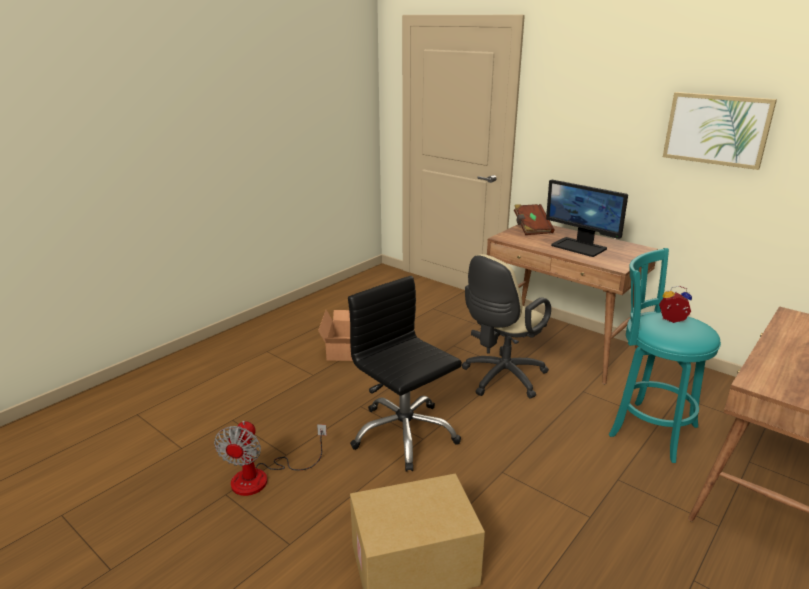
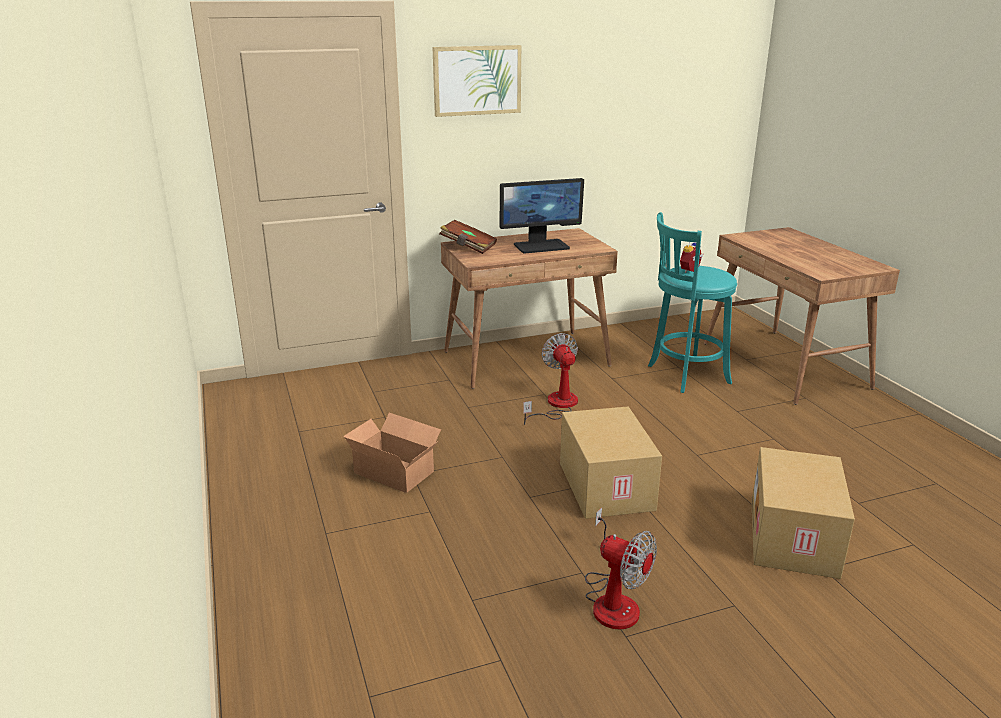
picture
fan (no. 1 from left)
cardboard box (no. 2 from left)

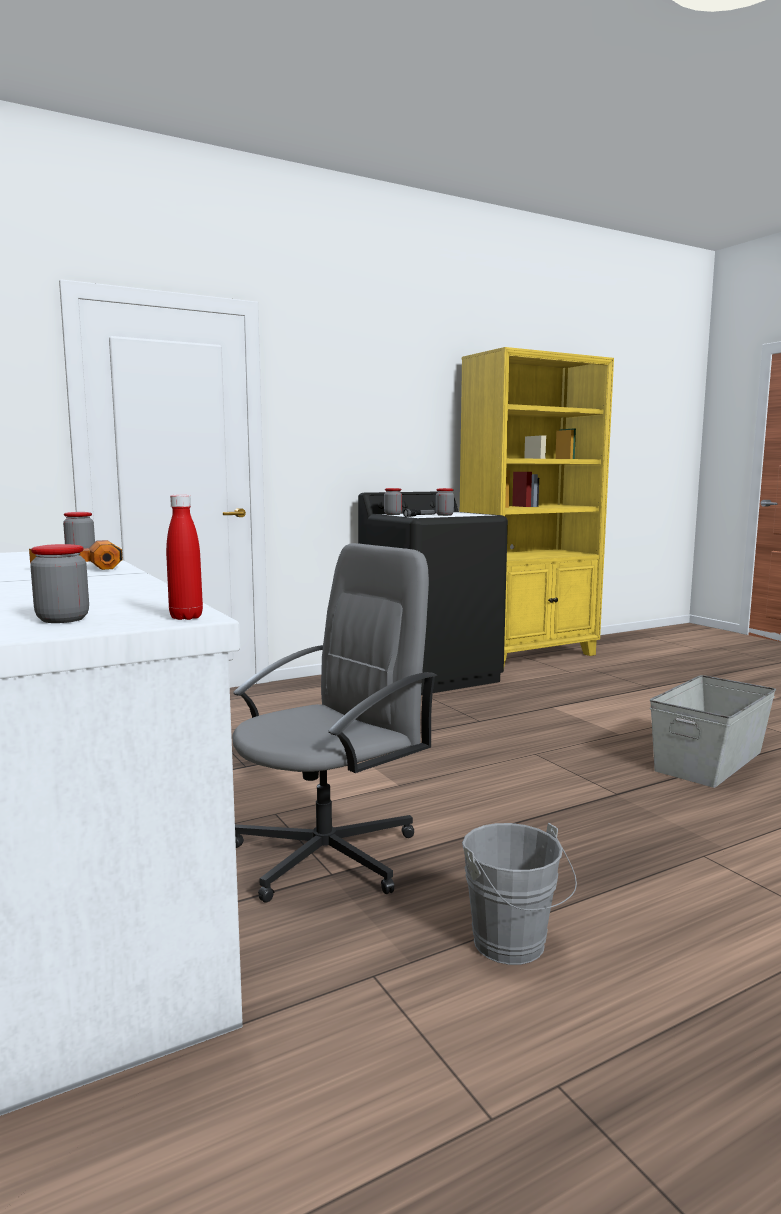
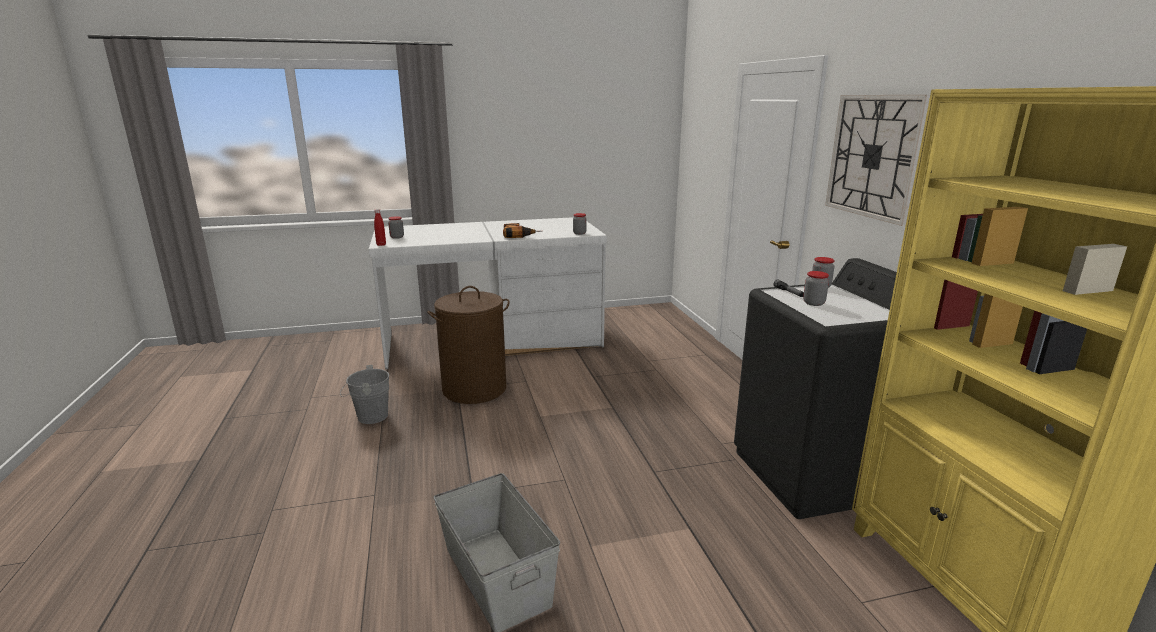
laundry basket in brown
wall clock

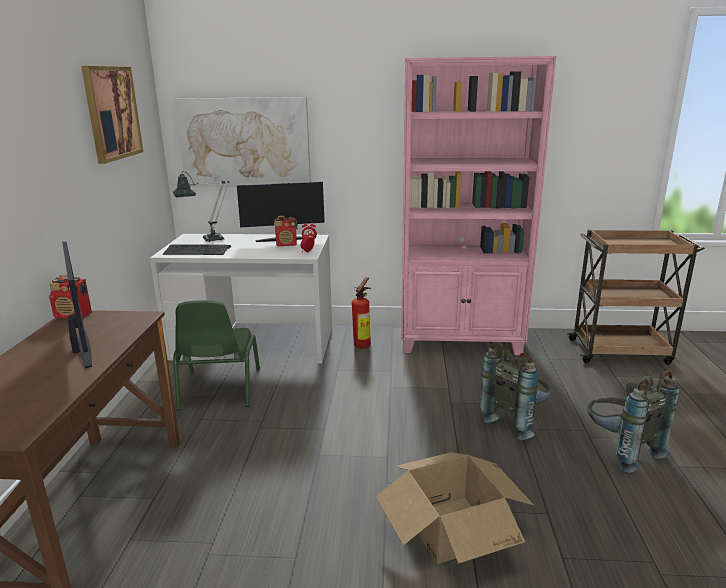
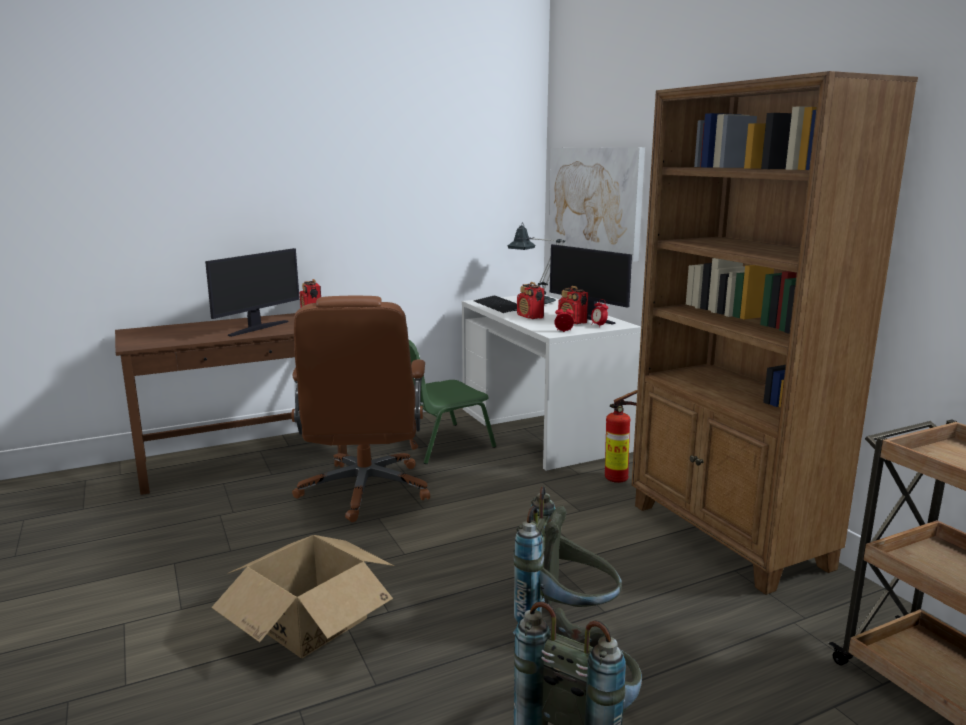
office chair in brown
radio (no. 2 from left)
bookcase in brown
picture (no. 1 from left in the first image)

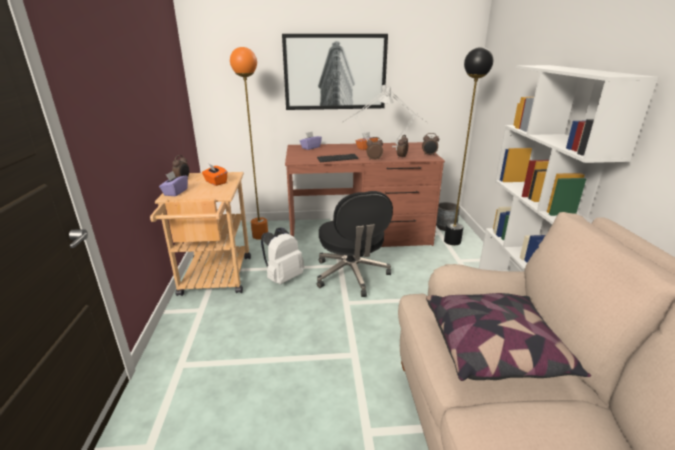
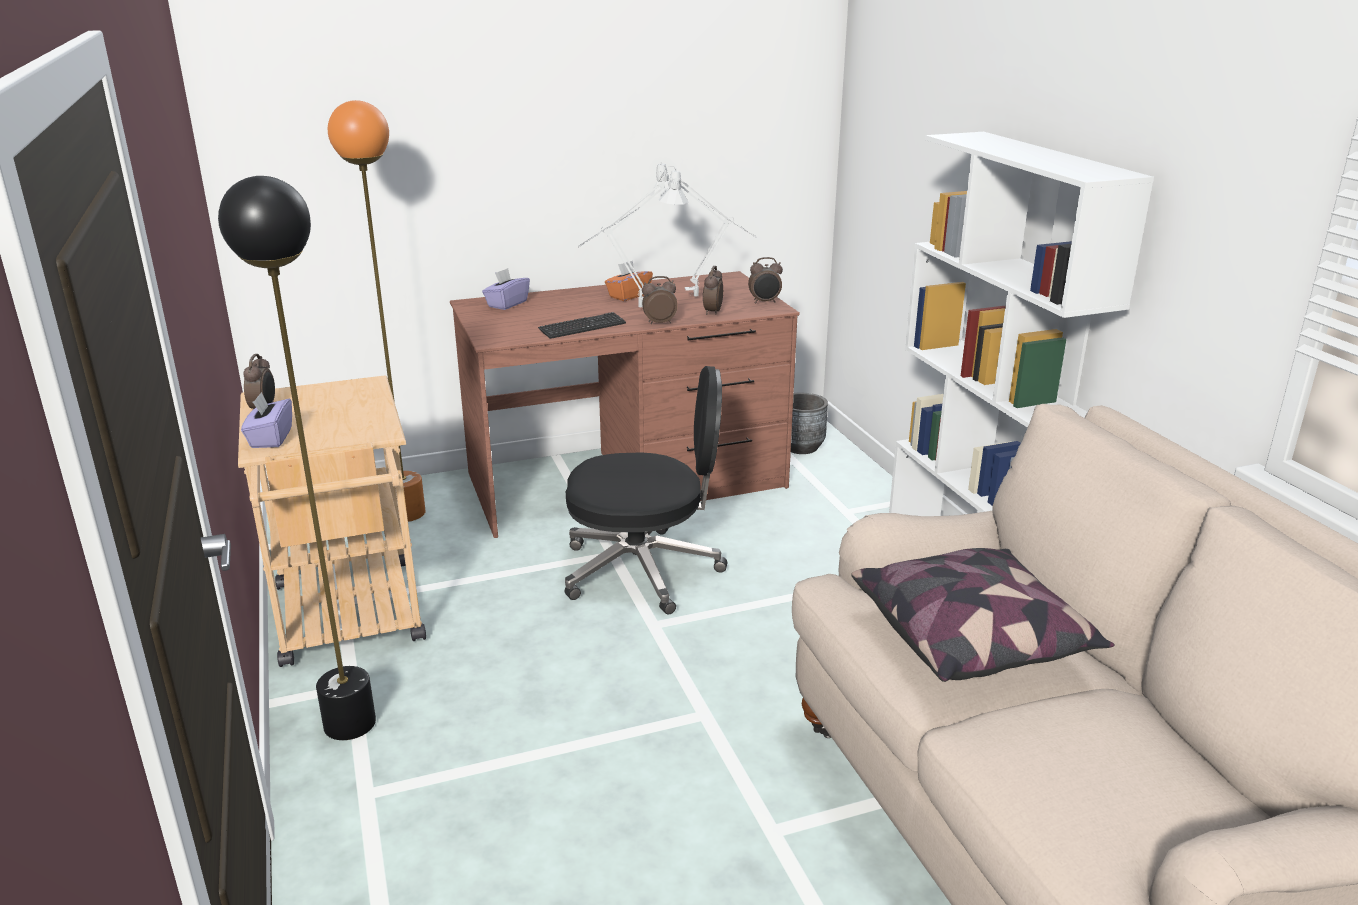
floor lamp in black
office chair in black
tissue box in orange (no. 1 from left in the first image)
backpack in white
picture

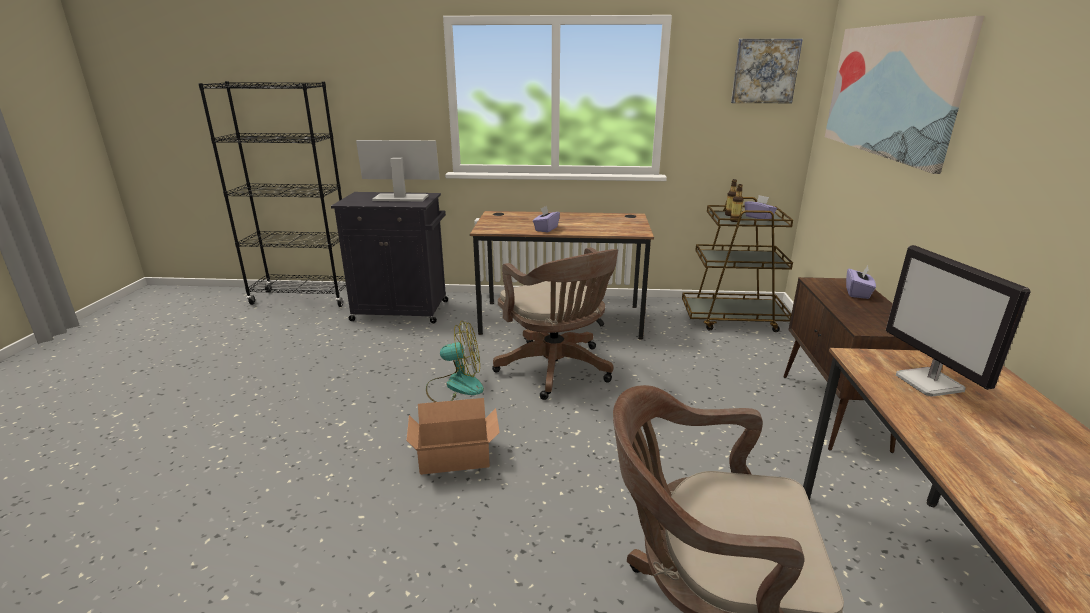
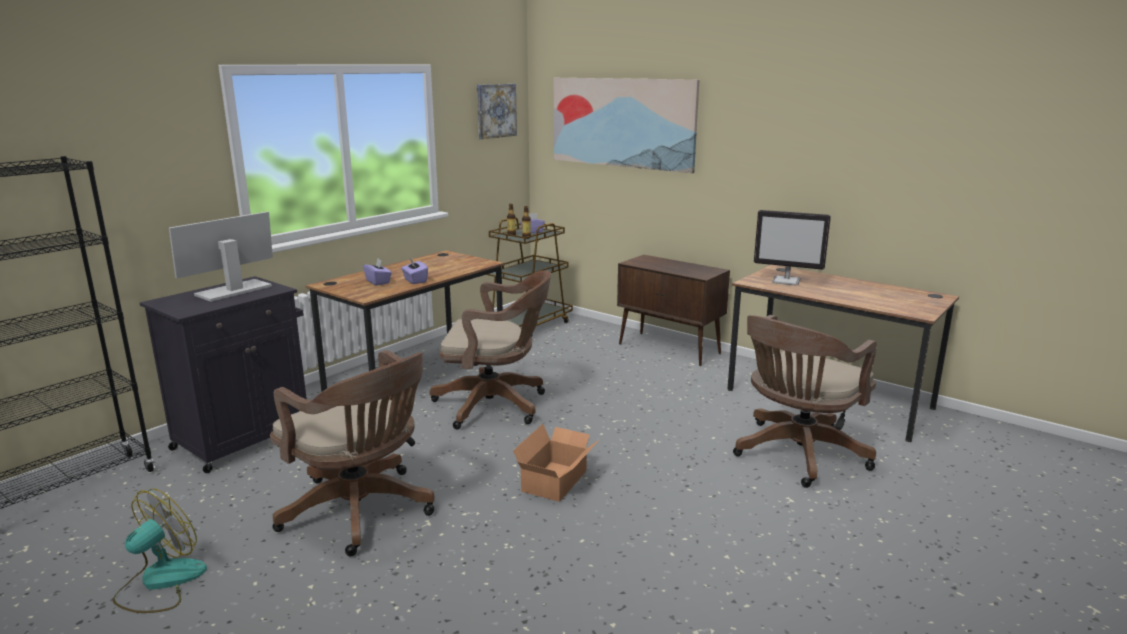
fan
office chair in brown (no. 1 from left)
tissue box in purple (no. 1 from left)

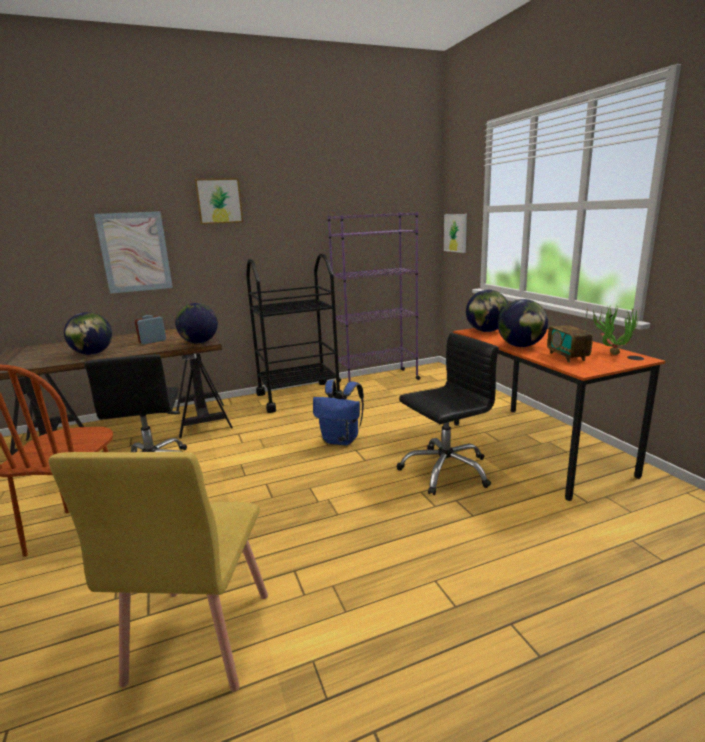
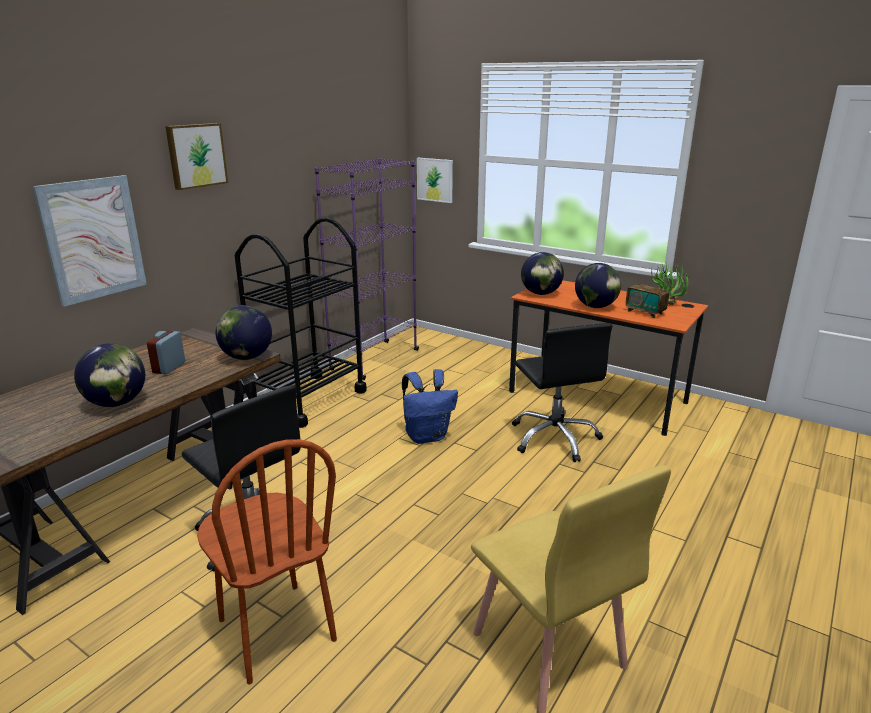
office chair in black (no. 2 from left)

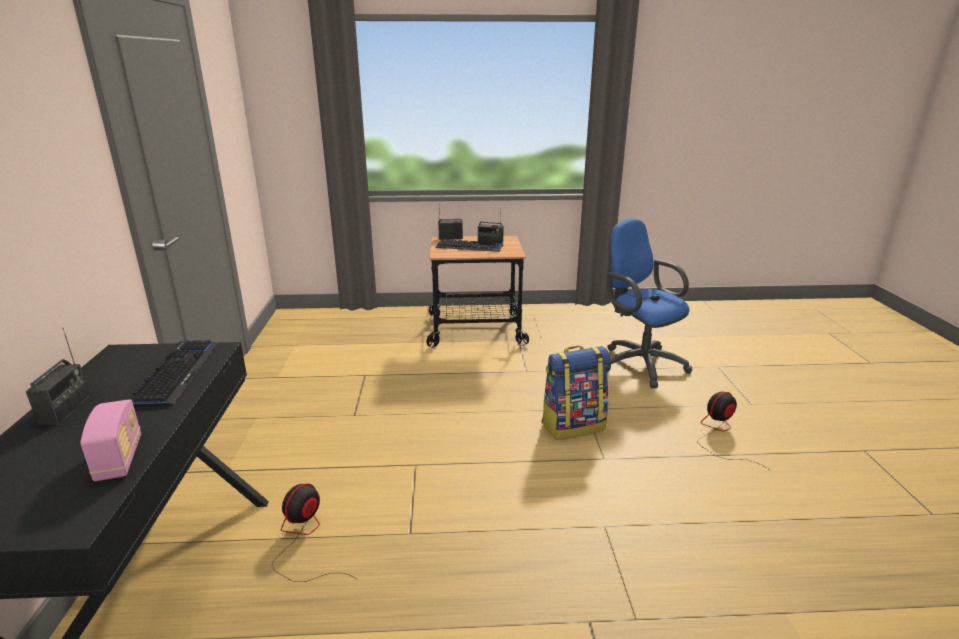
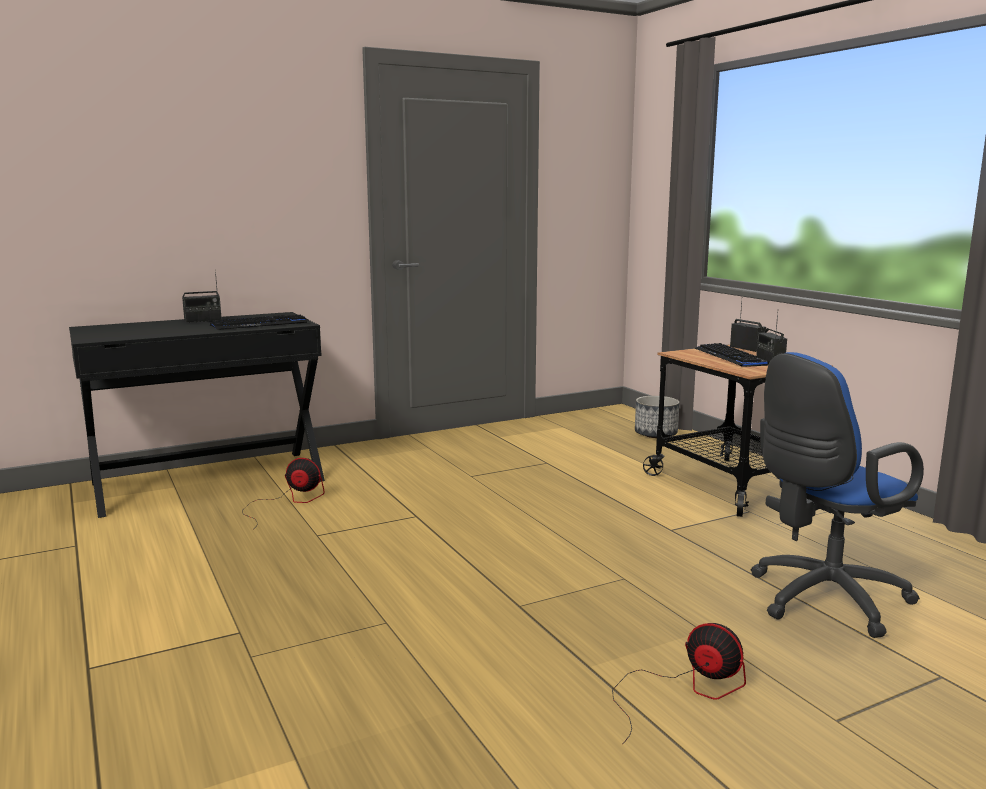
planter
office chair in blue
radio (no. 2 from left in the first image)
backpack

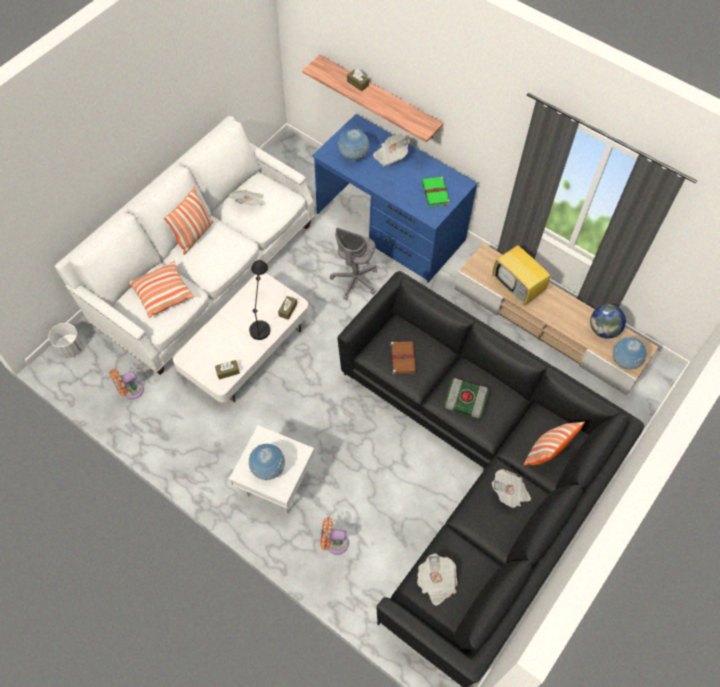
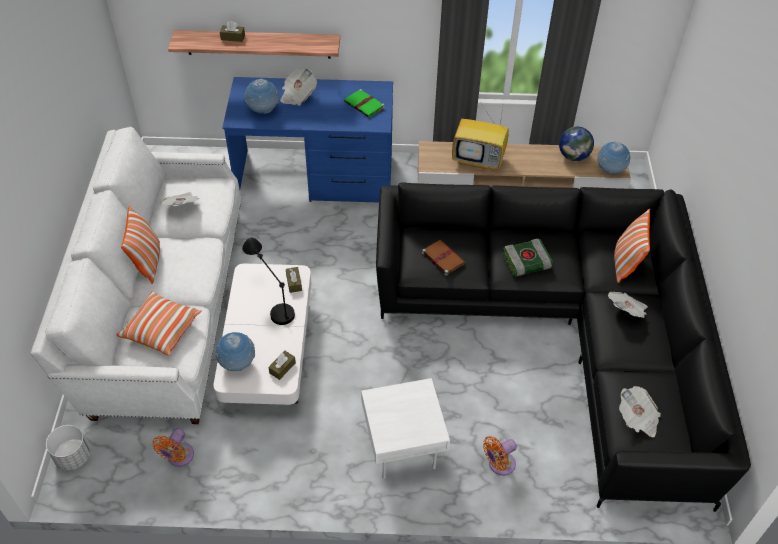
globe (no. 1 from left)
office chair in grey

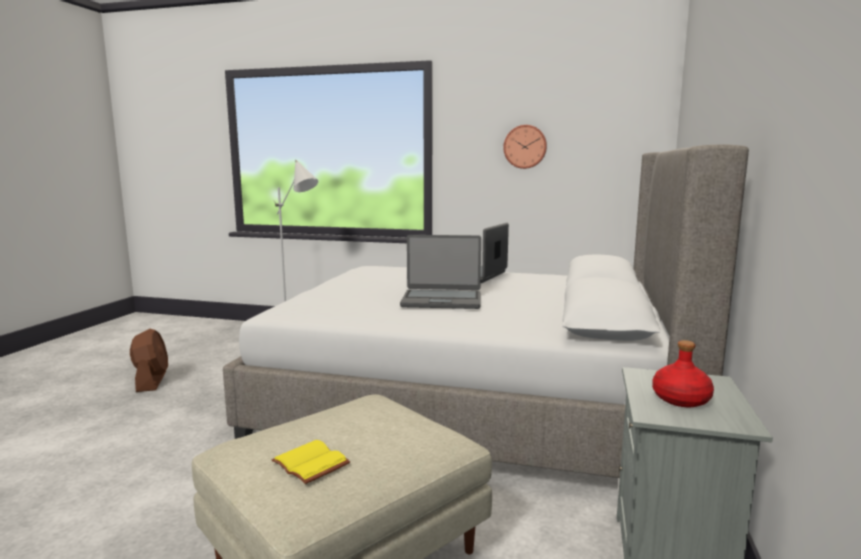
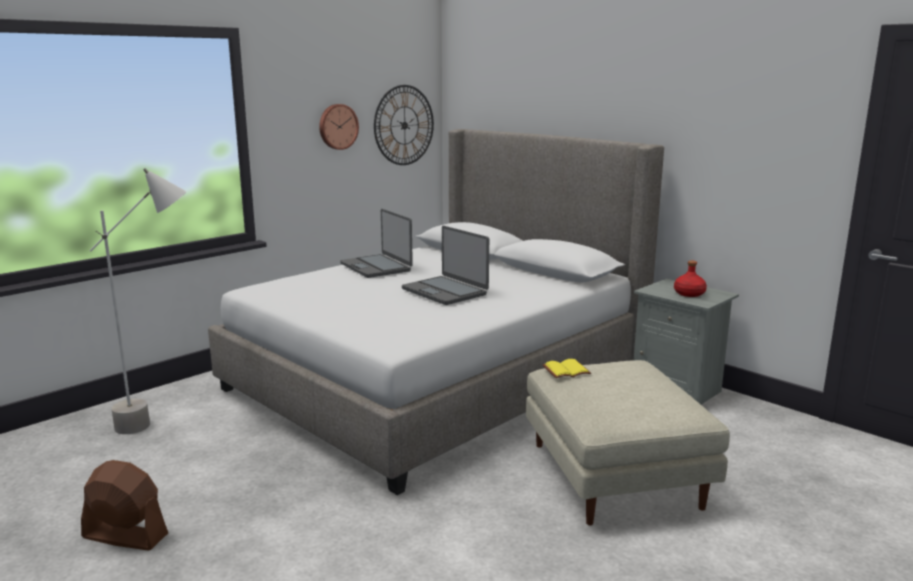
wall clock (no. 2 from left)
laptop (no. 2 from left)
book in yellow

